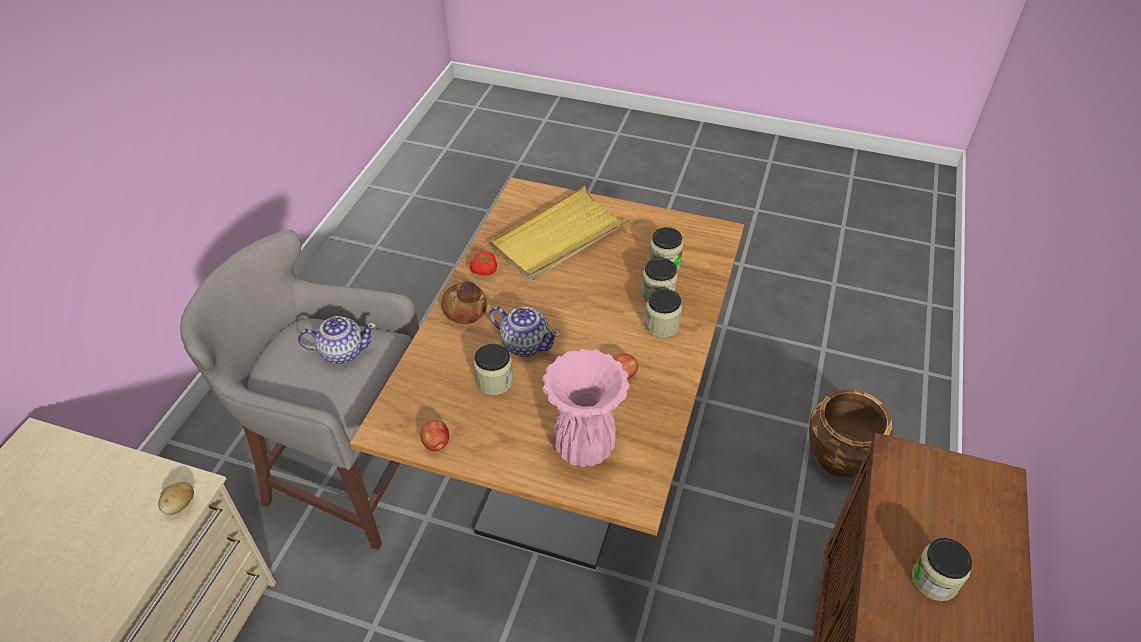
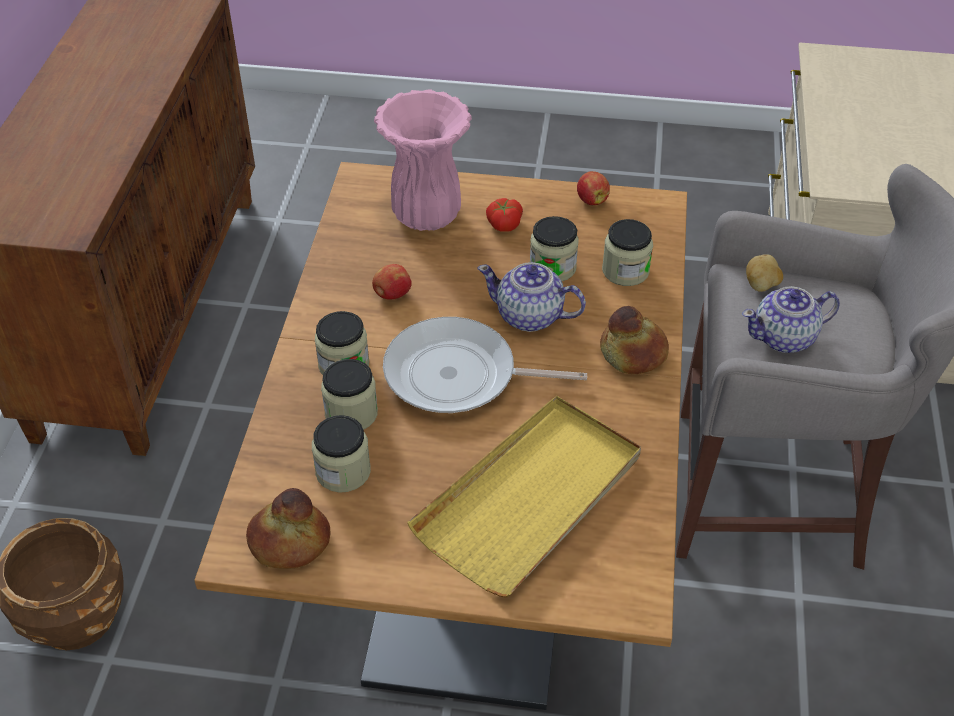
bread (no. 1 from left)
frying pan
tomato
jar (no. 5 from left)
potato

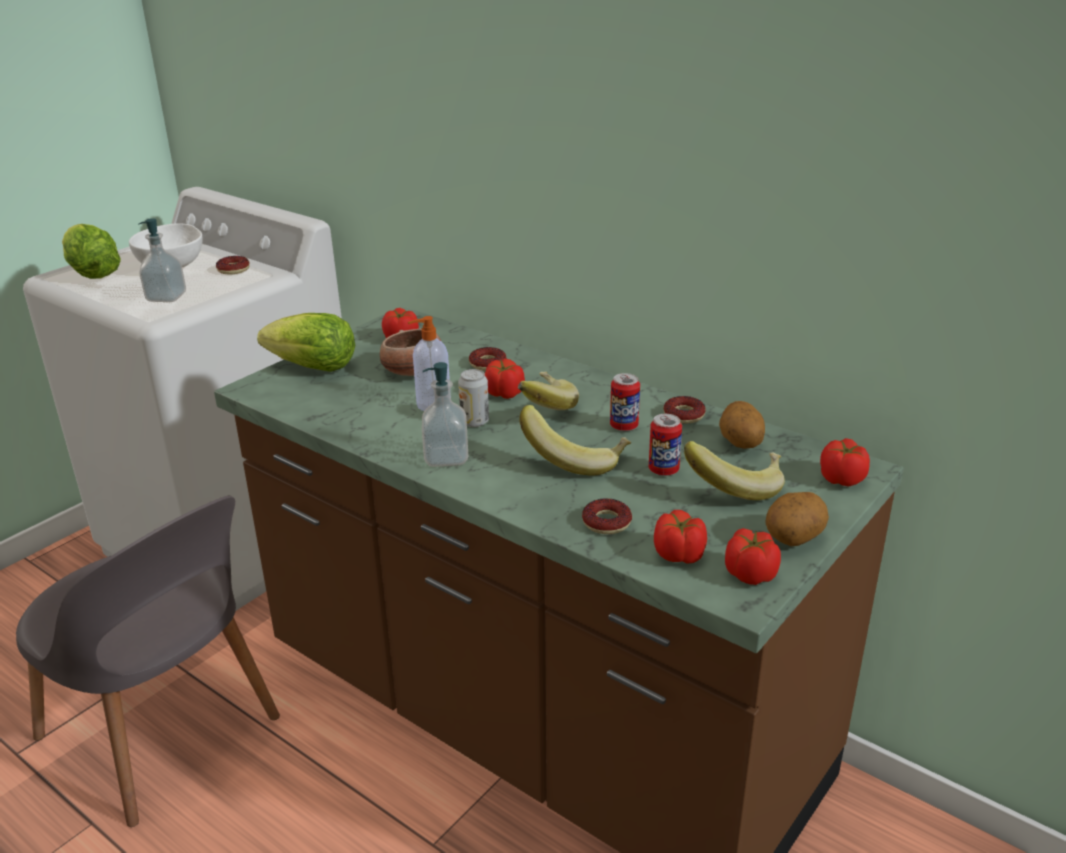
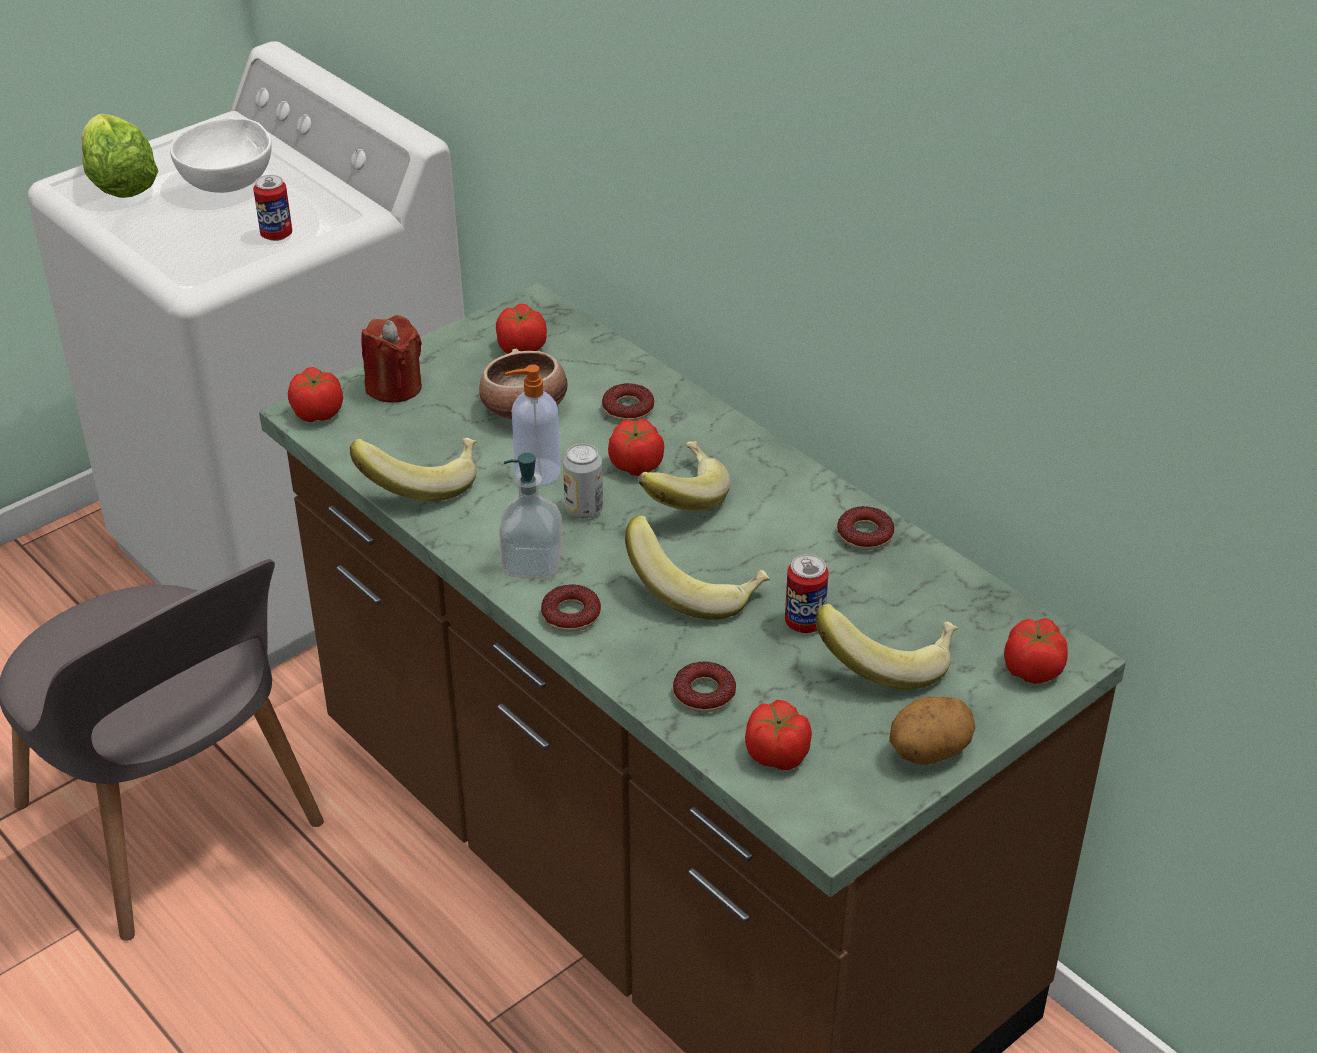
can (no. 1 from left)
tomato (no. 1 from left)
banana (no. 1 from left)
candle in red
donut (no. 1 from left)
soap dispenser (no. 1 from left in the first image)
potato (no. 1 from left in the first image)

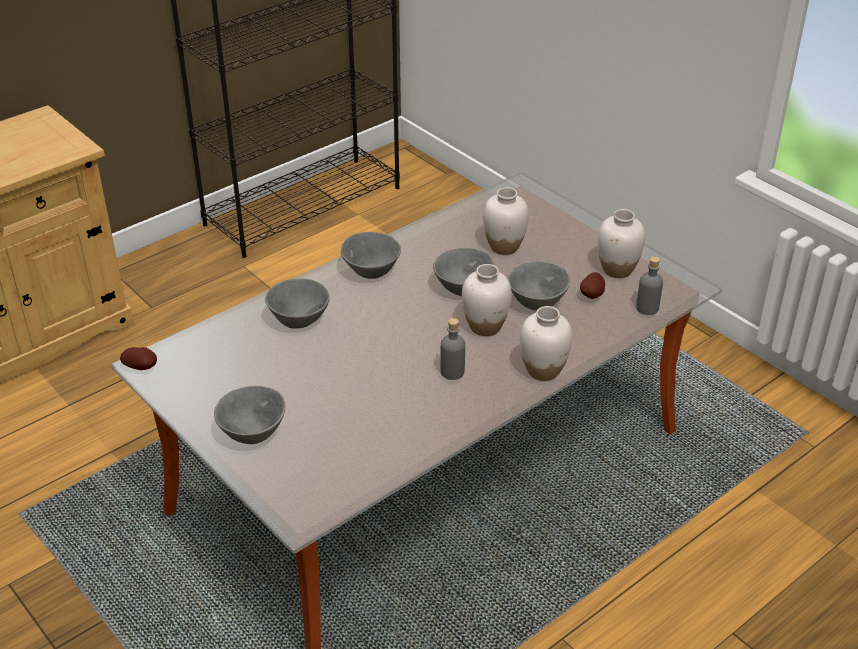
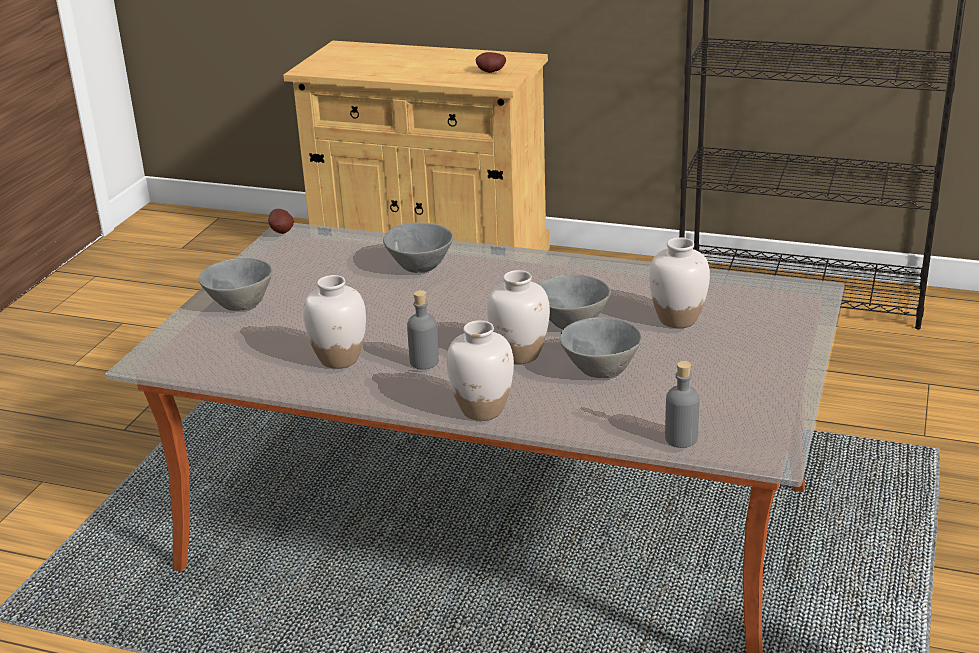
vase in white (no. 1 from left)
potato (no. 2 from left)
bowl in grey (no. 3 from left in the first image)

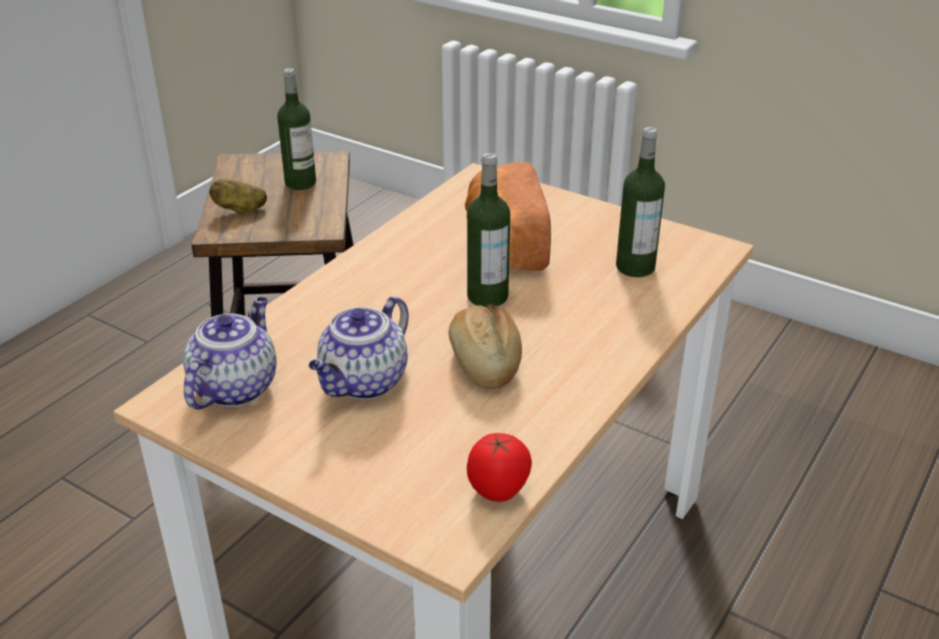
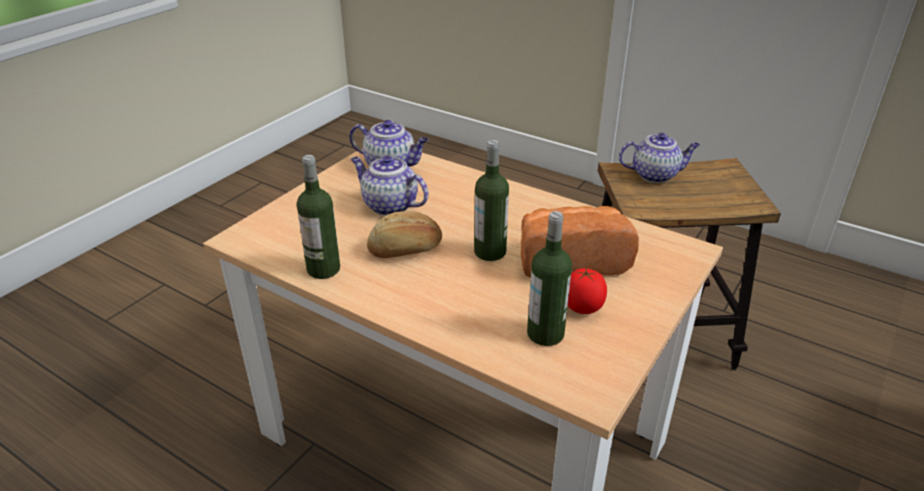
bottle (no. 1 from left)
tomato
teapot (no. 3 from left)

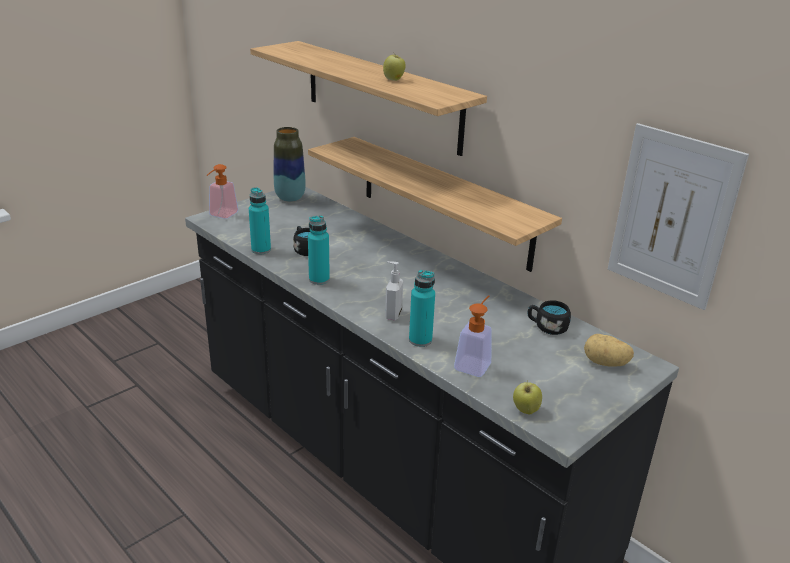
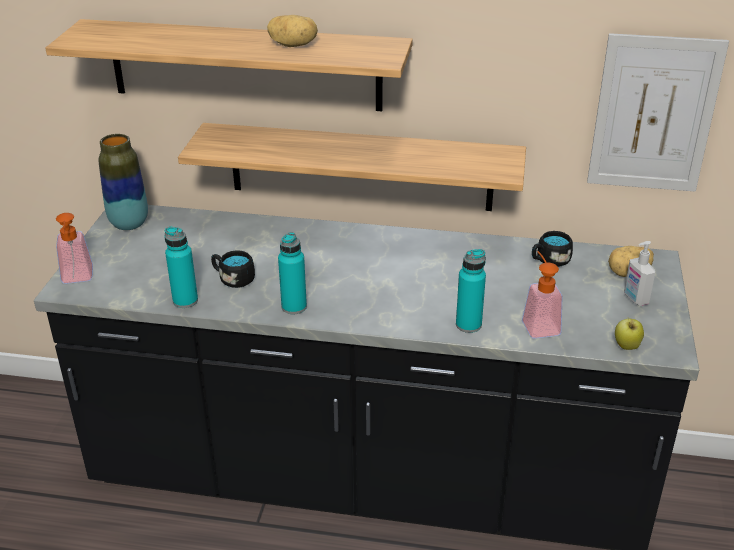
potato (no. 1 from left)
soap dispenser (no. 3 from left)

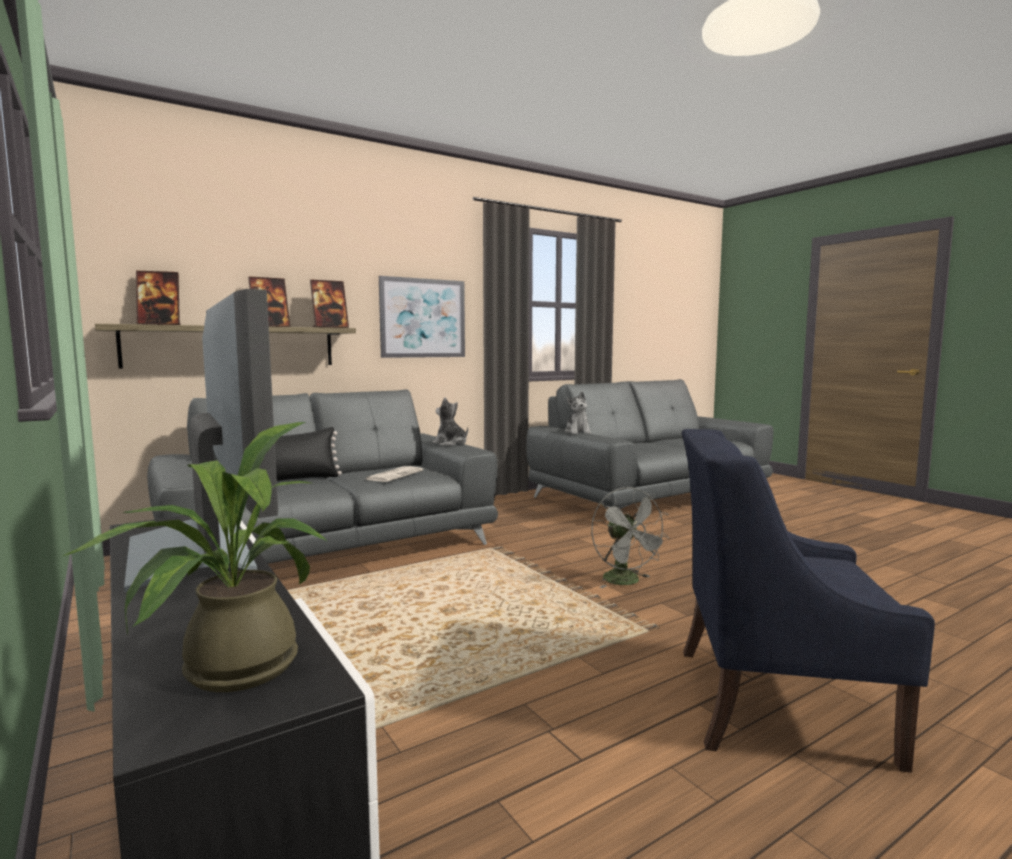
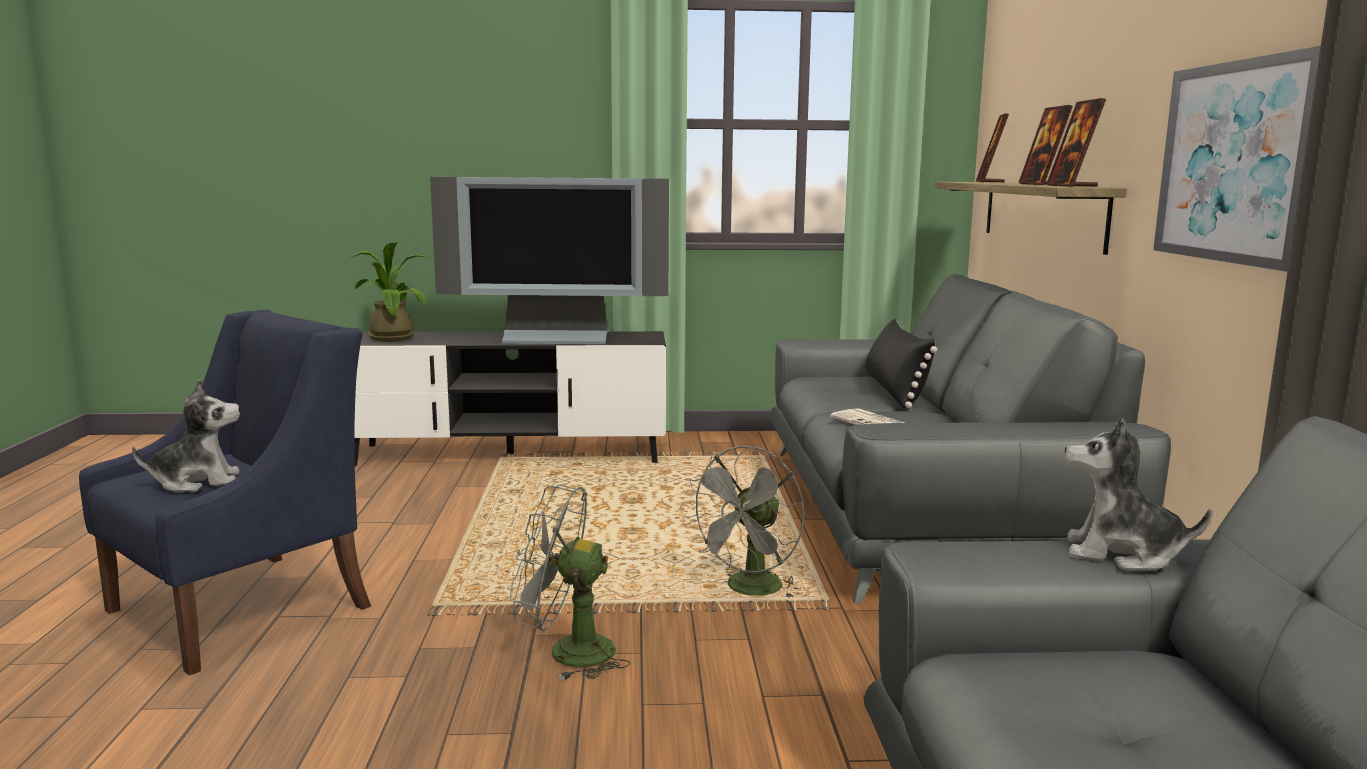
plush toy (no. 1 from left)
fan in grey (no. 2 from left)

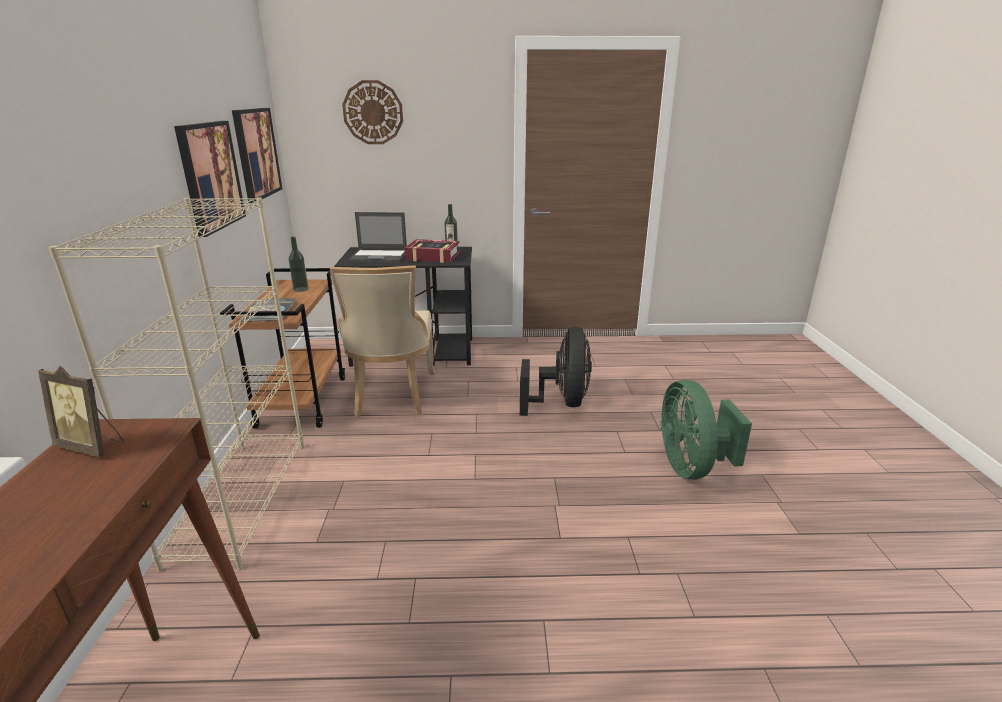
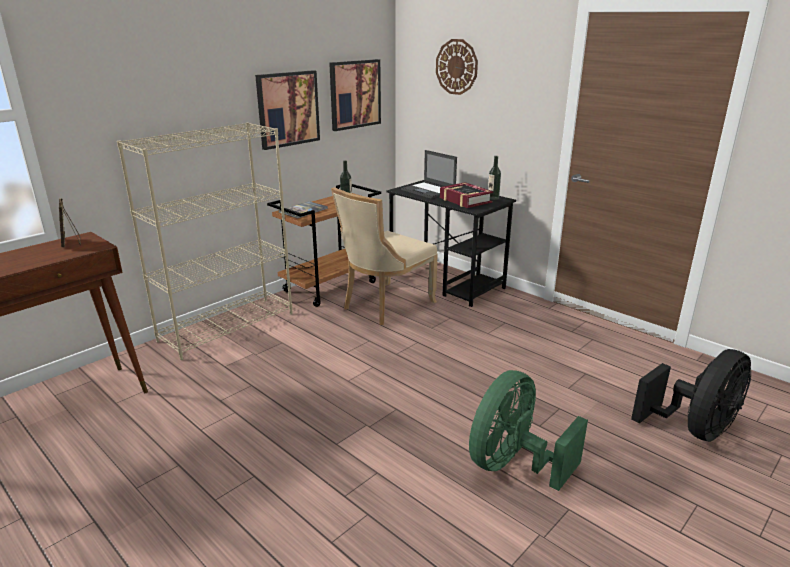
fan in black

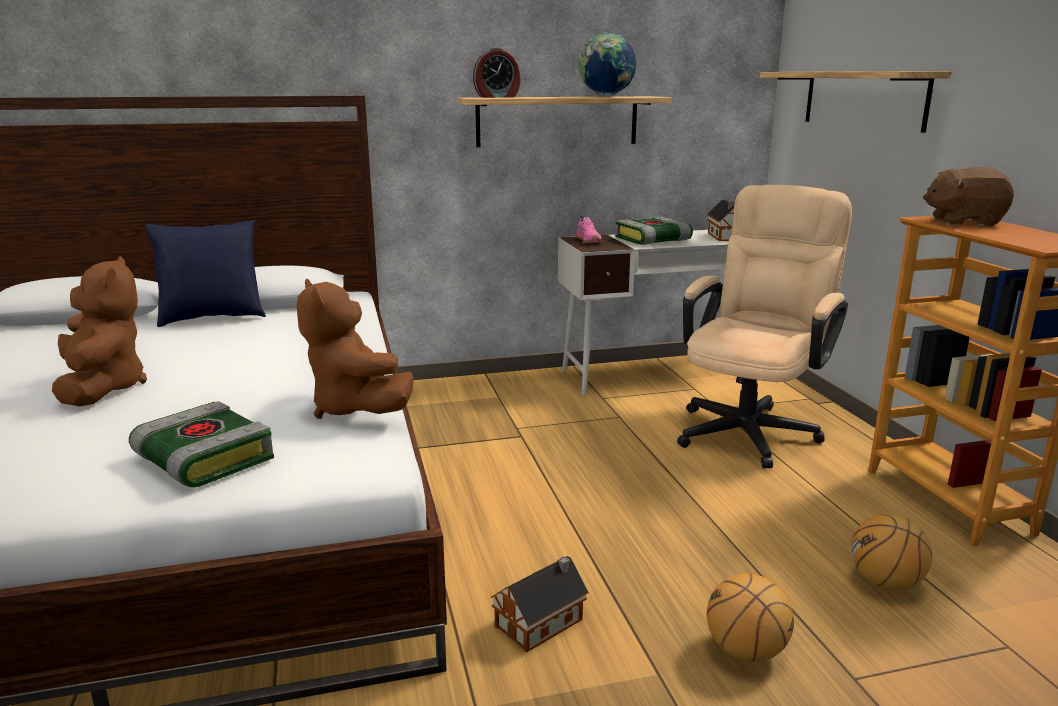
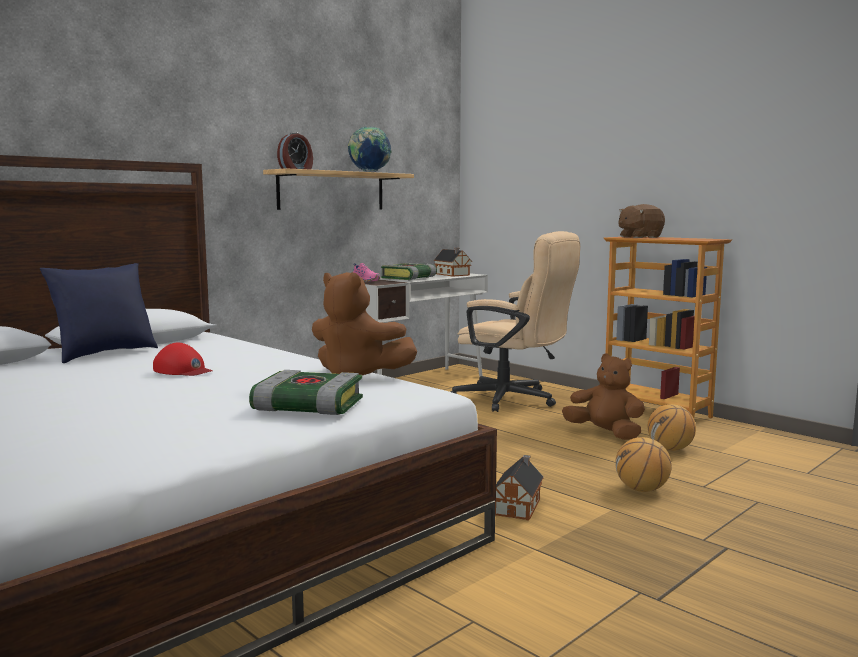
cap in red
office chair in beige
plush toy in brown (no. 2 from left)
shelf (no. 2 from left in the first image)

